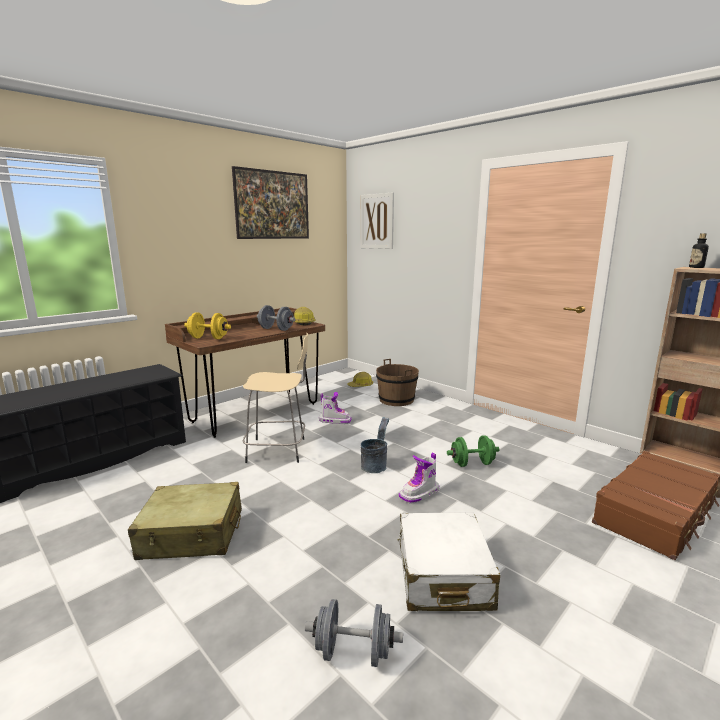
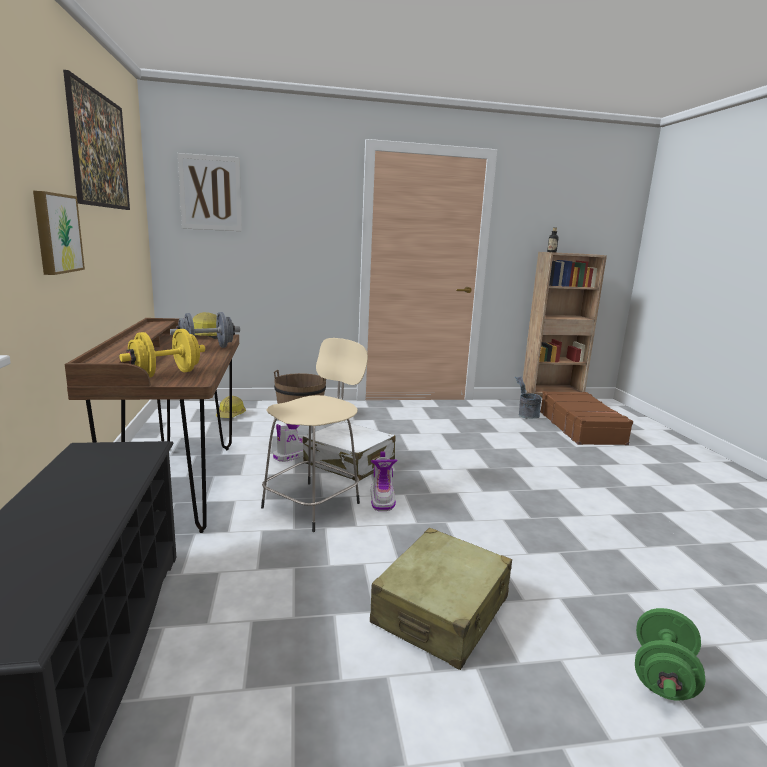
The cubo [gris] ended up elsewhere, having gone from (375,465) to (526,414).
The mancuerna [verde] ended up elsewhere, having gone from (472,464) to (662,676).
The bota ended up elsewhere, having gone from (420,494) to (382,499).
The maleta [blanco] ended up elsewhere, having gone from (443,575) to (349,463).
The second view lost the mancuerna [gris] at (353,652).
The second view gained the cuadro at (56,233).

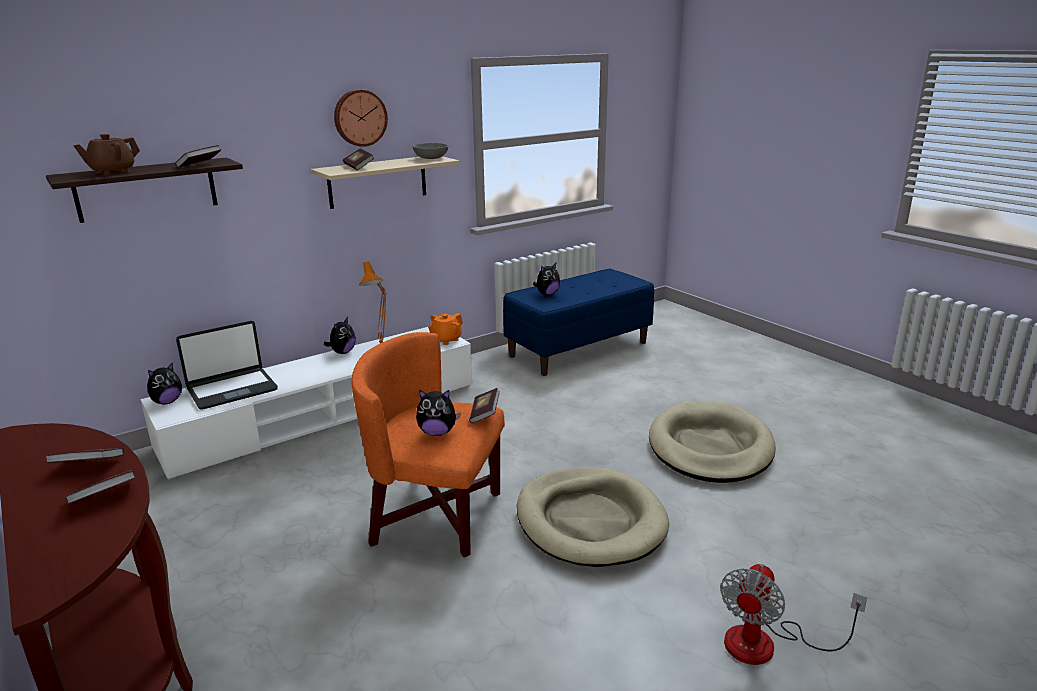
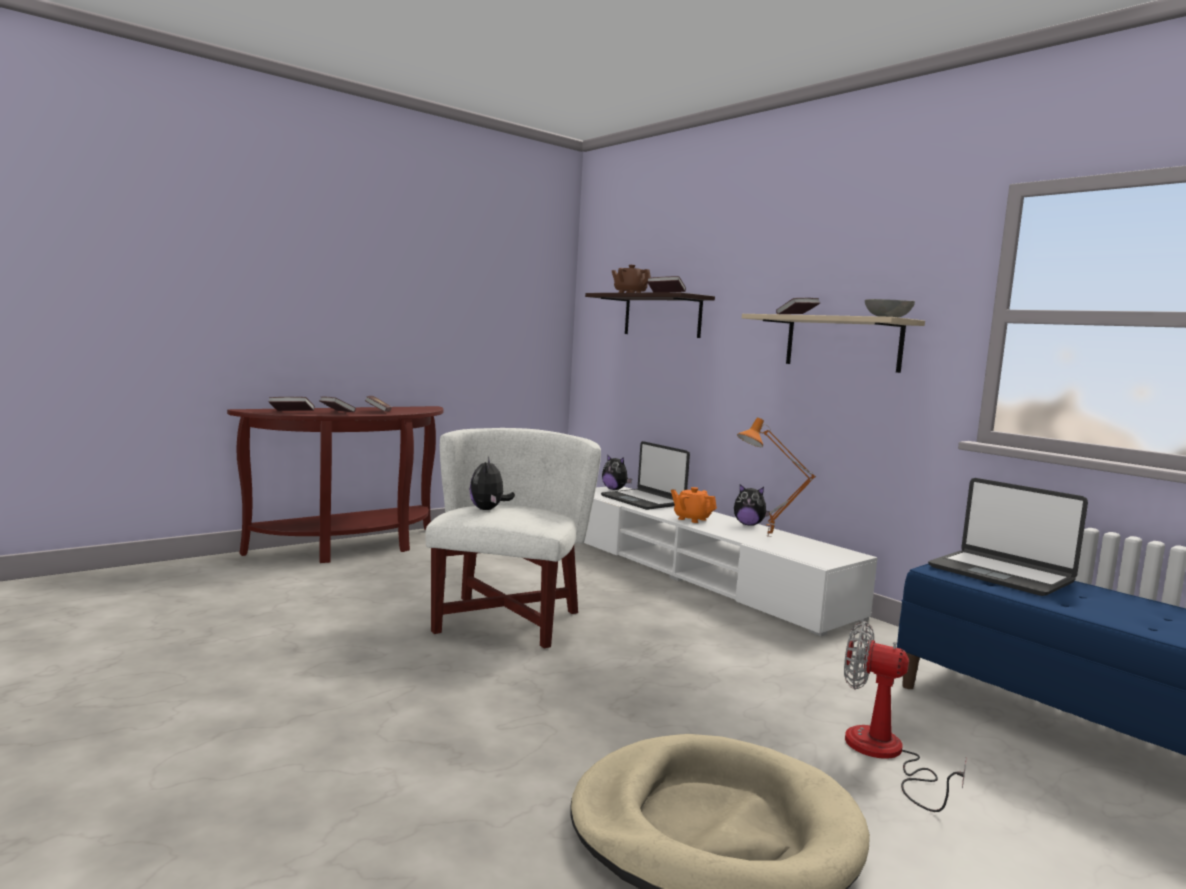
The second view lost the reloj de pared at (359,118).
Where the peluche stood at (547,294), the portátil came to stand at (1001,574).
The tetera [naranja] ended up elsewhere, having gone from (446,340) to (691,519).
What was the sillón [naranja] at (436,516) turned into the sillón [blanco] at (506,621).
The libro ended up elsewhere, having gone from (484,414) to (291,412).
The second view lost the cama para perro [beis] at (590,521).
The ventilador ended up elsewhere, having gone from (767,644) to (884,755).

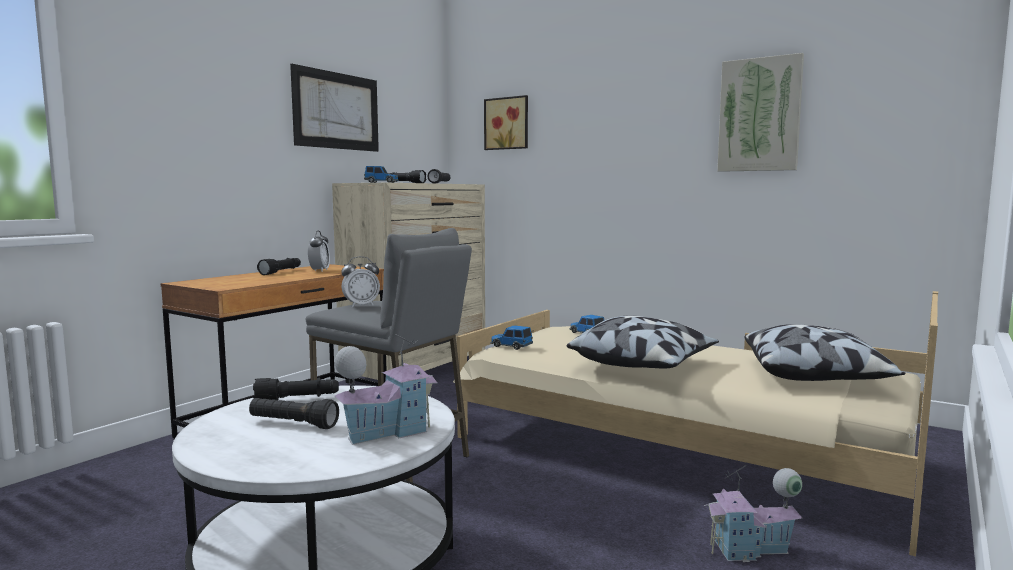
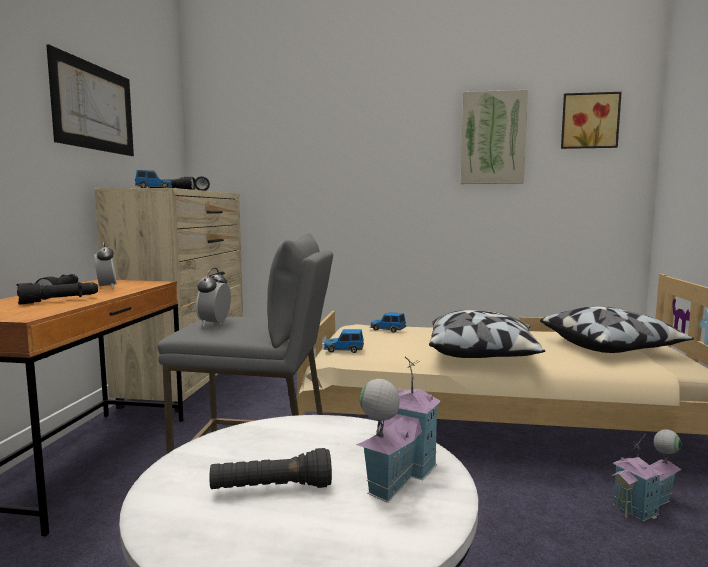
The cuadro ended up elsewhere, having gone from (507,123) to (589,121).
The despertador at (361,305) ended up facing another way, 150 degrees clockwise from before.
The linterna [negro] ended up elsewhere, having gone from (297,399) to (59,300).

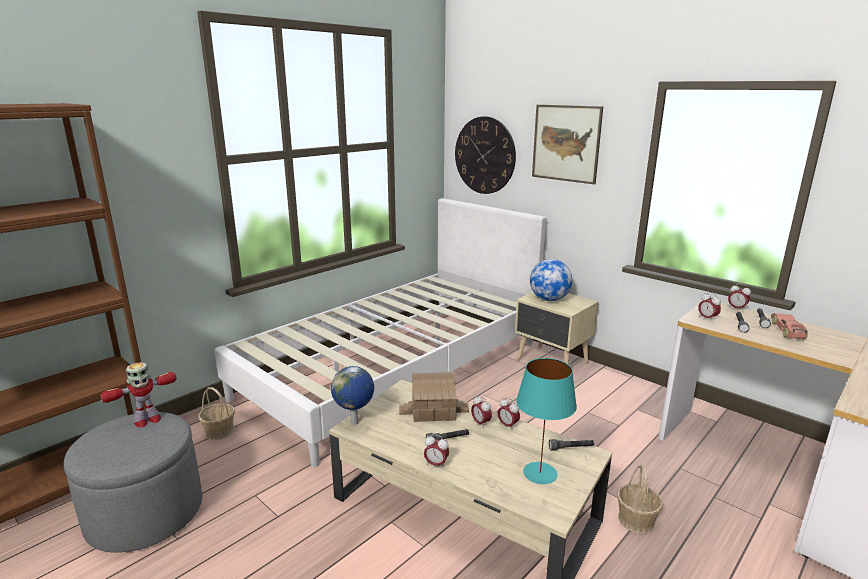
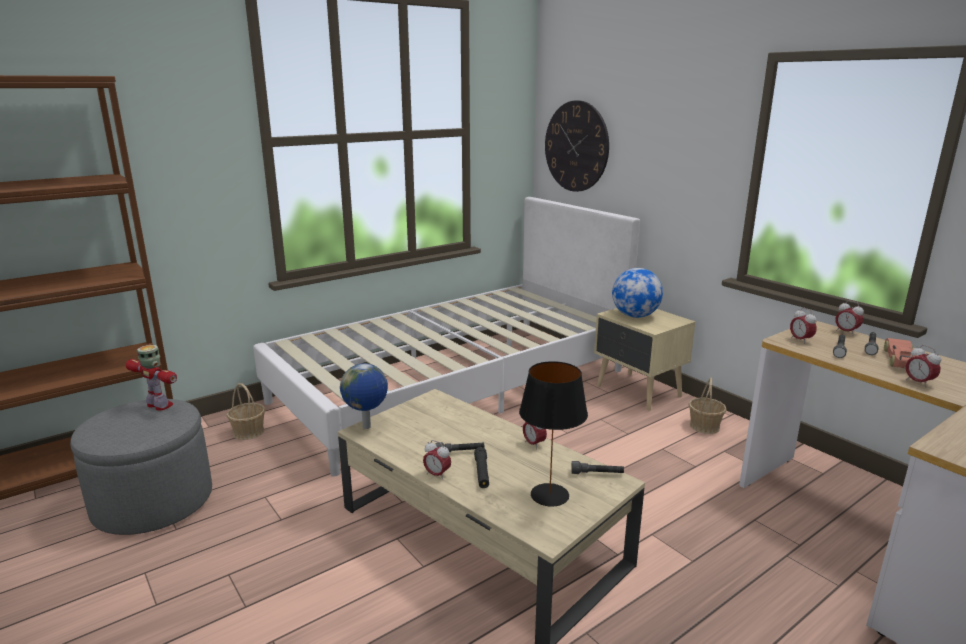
The second view lost the cuadro at (566,143).
What was the lámpara de mesa [turquesa] at (539,473) turned into the lámpara de mesa [negro] at (549,495).
The robot de juguete at (147,420) ended up facing another way, 120 degrees counterclockwise from before.
The second view lost the casita at (433,410).
The despertador ended up elsewhere, having gone from (480,423) to (918,383).
The cesta ended up elsewhere, having gone from (636,520) to (704,426).
The second view gained the linterna [negro] at (482,473).

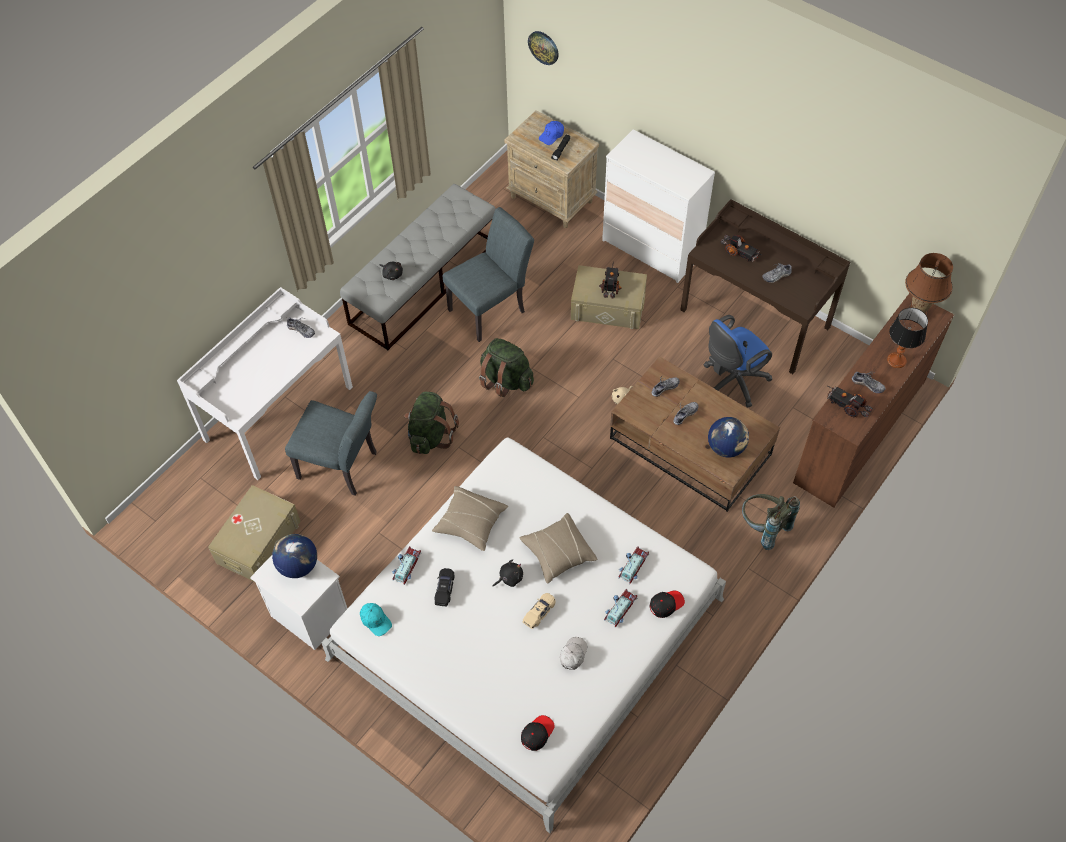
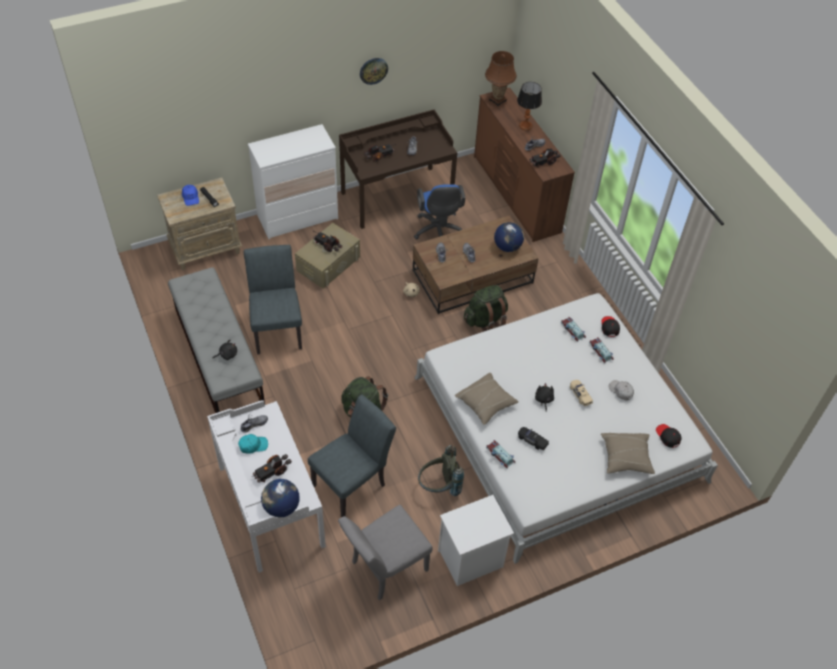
The reloj de pared ended up elsewhere, having gone from (543,47) to (373,70).
The mochila [verde] ended up elsewhere, having gone from (505,380) to (485,320).
Where the caja de almacenaje [beis] stood at (258,542), the silla [gris] came to stand at (384,569).
The mochila [gris] ended up elsewhere, having gone from (763,528) to (439,486).
The cojín [beis] ended up elsewhere, having gone from (558,553) to (626,458).
The globo terráqueo ended up elsewhere, having gone from (298,565) to (281,507).
The gorra [turquesa] ended up elsewhere, having gone from (375,620) to (253,445).
The second view gained the camión de juguete at (272,471).

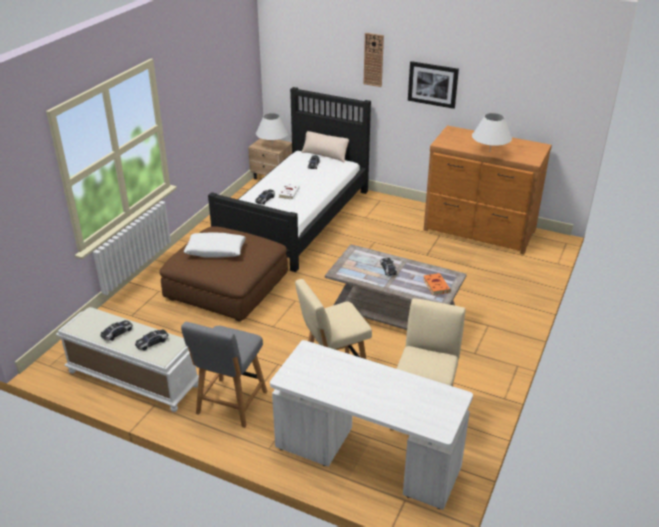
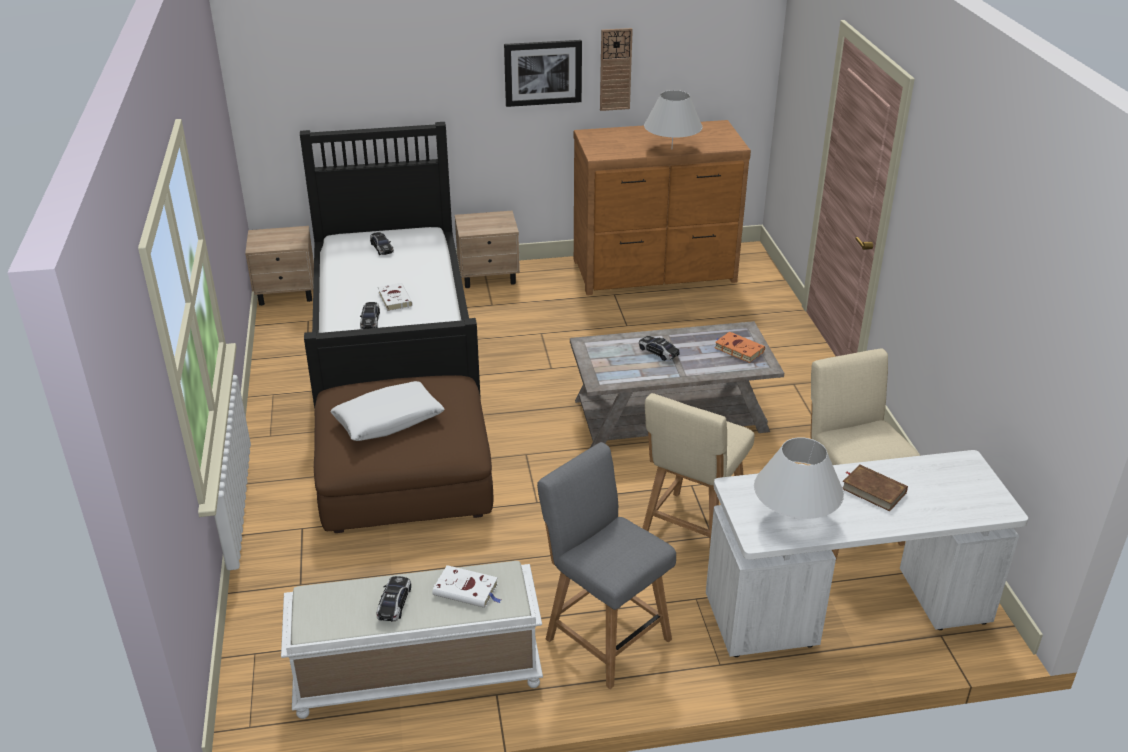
The reloj de pared ended up elsewhere, having gone from (373,60) to (615,69).
The lámpara de mesa [blanco] ended up elsewhere, having gone from (272,145) to (794,517).
The second view lost the cojín [beis] at (325,155).
The silla [gris] at (230,405) ended up facing another way, 150 degrees clockwise from before.
Where the coche de juguete stood at (152,342), the libro [blanco] came to stand at (467,590).
The second view gained the mesita de noche [beis] at (489,276).
The second view gained the libro [marrón] at (873,490).

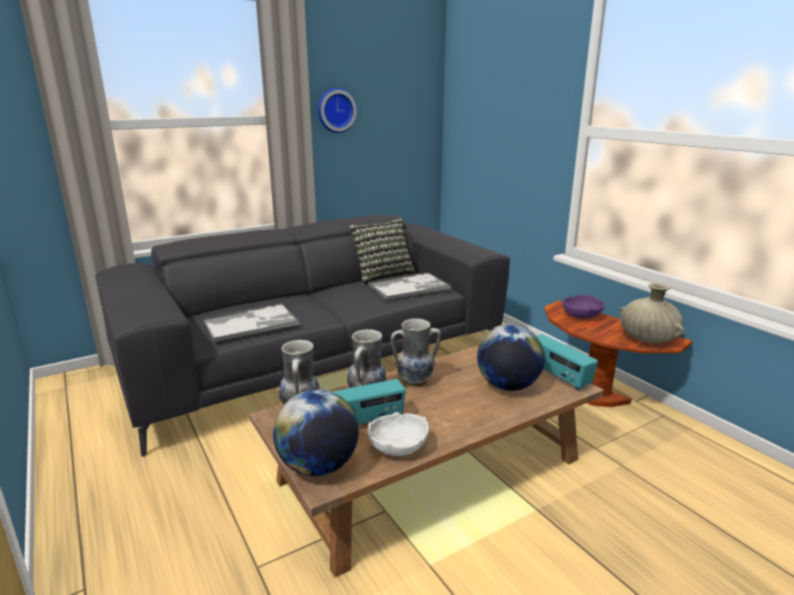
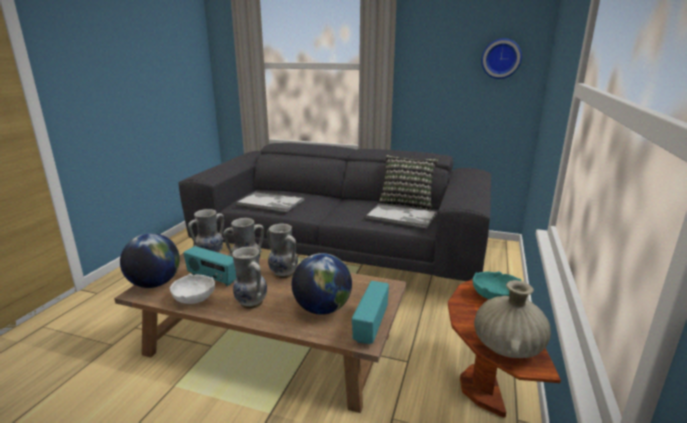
The reloj de pared ended up elsewhere, having gone from (335,110) to (501,58).
What was the cuenco [morado] at (580,315) turned into the cuenco [turquesa] at (494,296).
The second view gained the florero at (250,303).

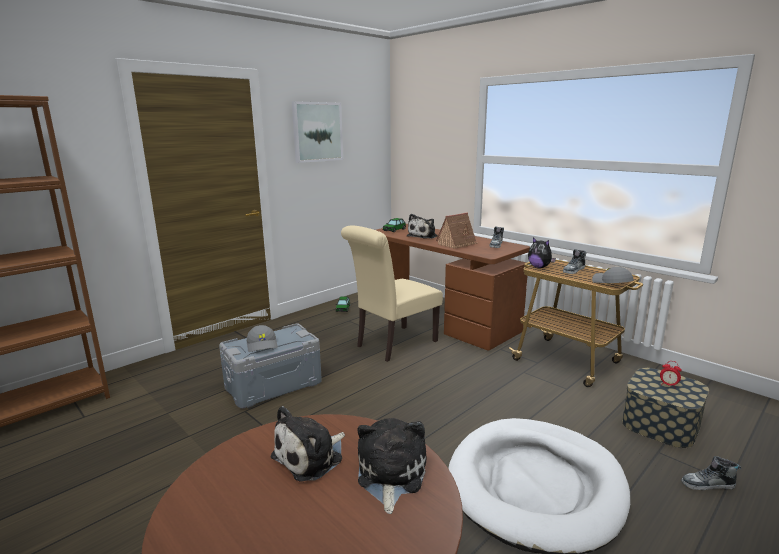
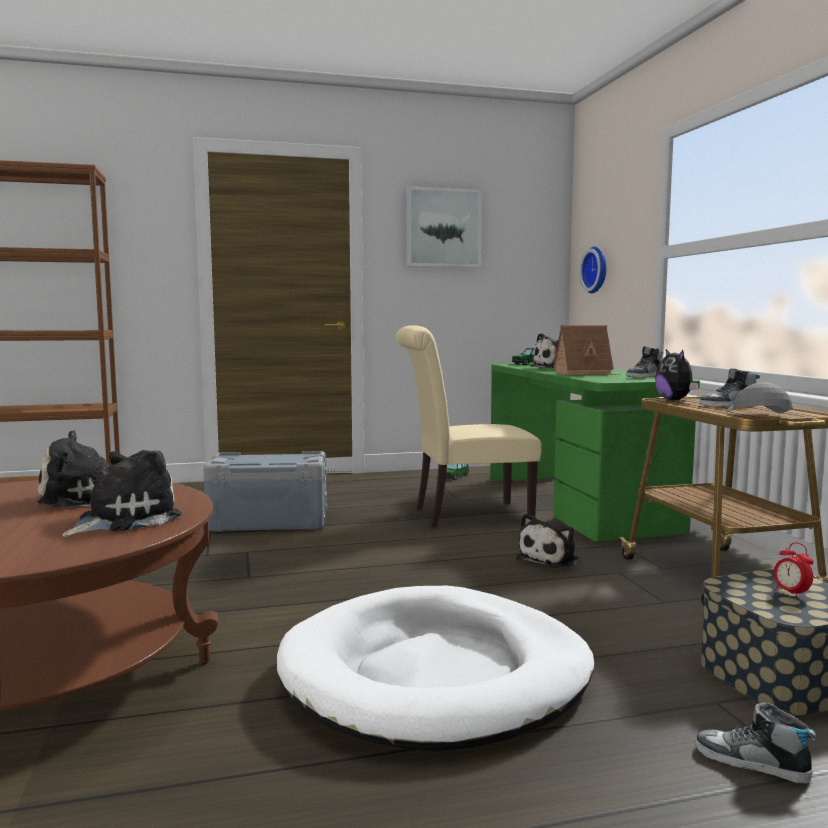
What was the escritorio [marrón] at (441,319) turned into the escritorio [verde] at (576,503).
The second view lost the gorra [gris] at (262,345).
The second view gained the reloj de pared at (597,270).
The second view gained the peluche at (550,559).

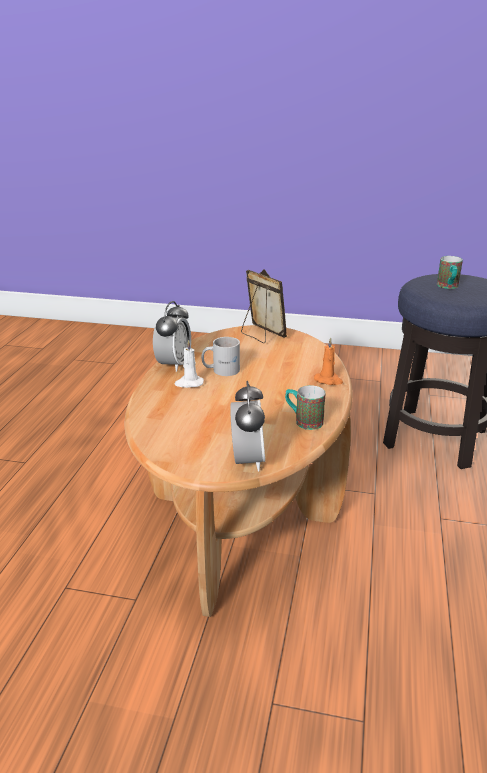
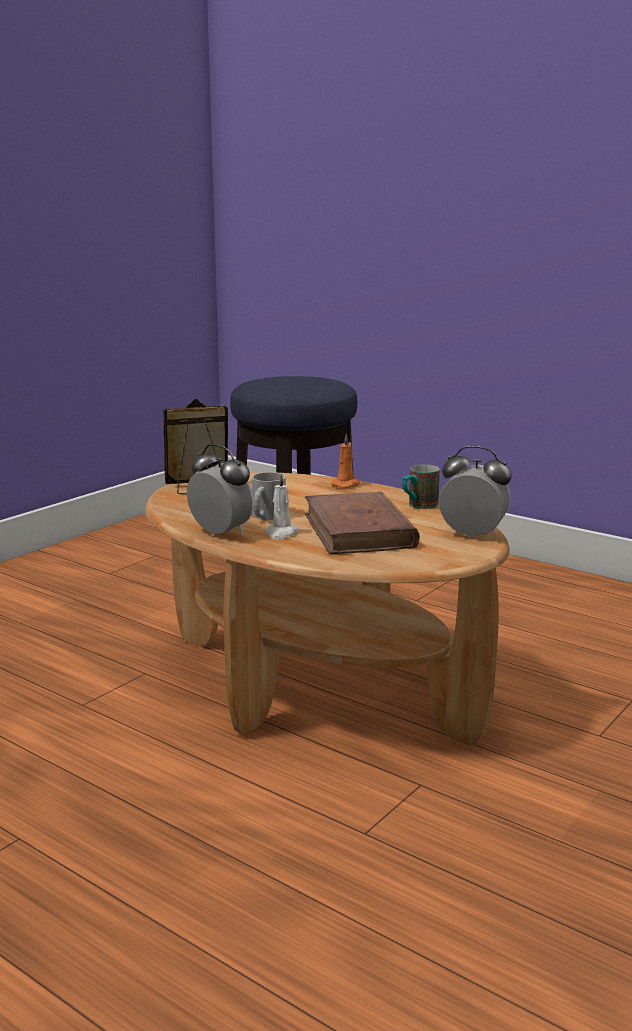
The second view lost the taza grande at (448,287).
The second view gained the libro [marrón] at (359,530).

